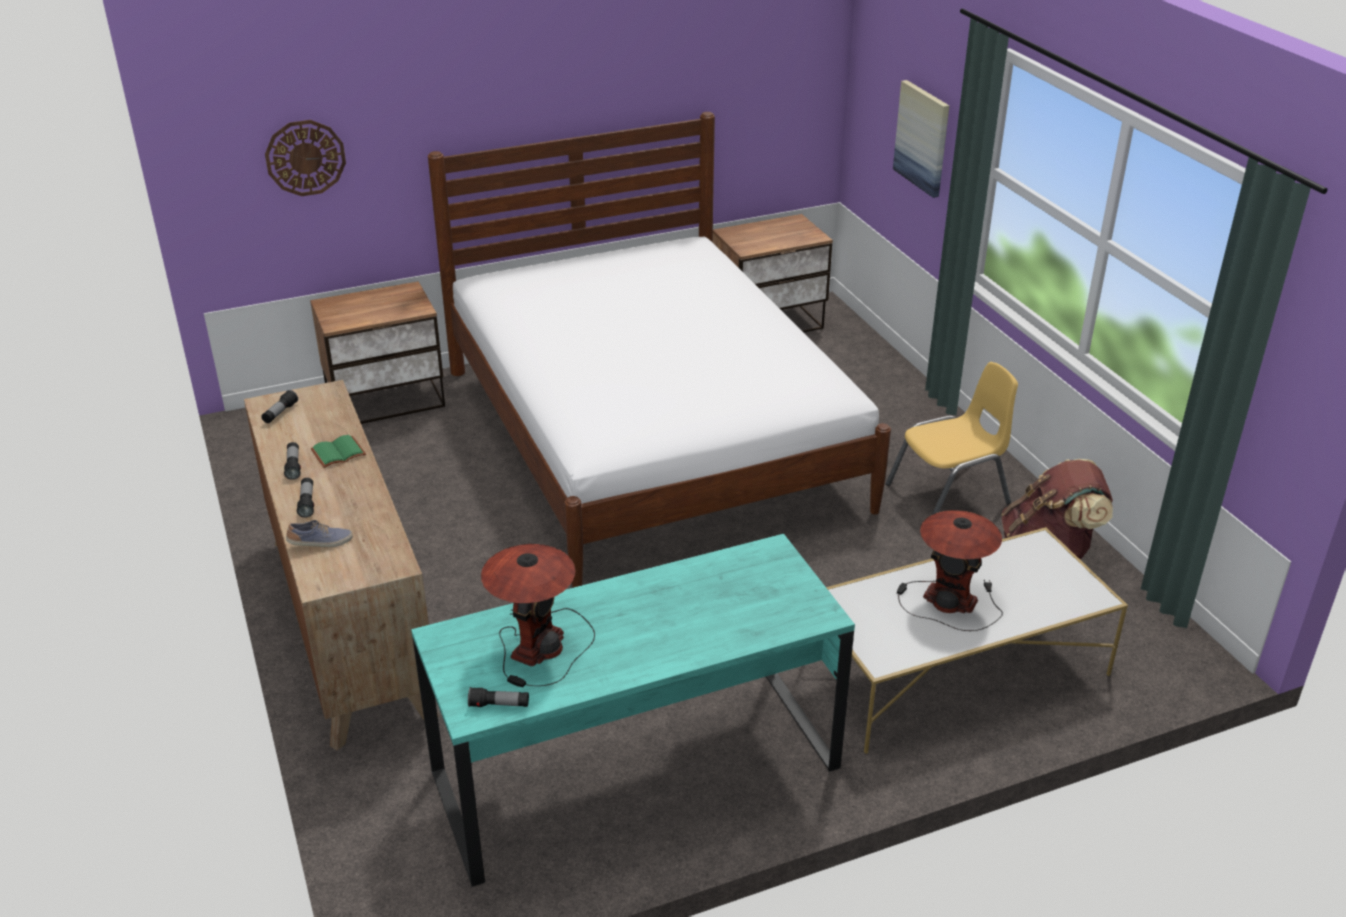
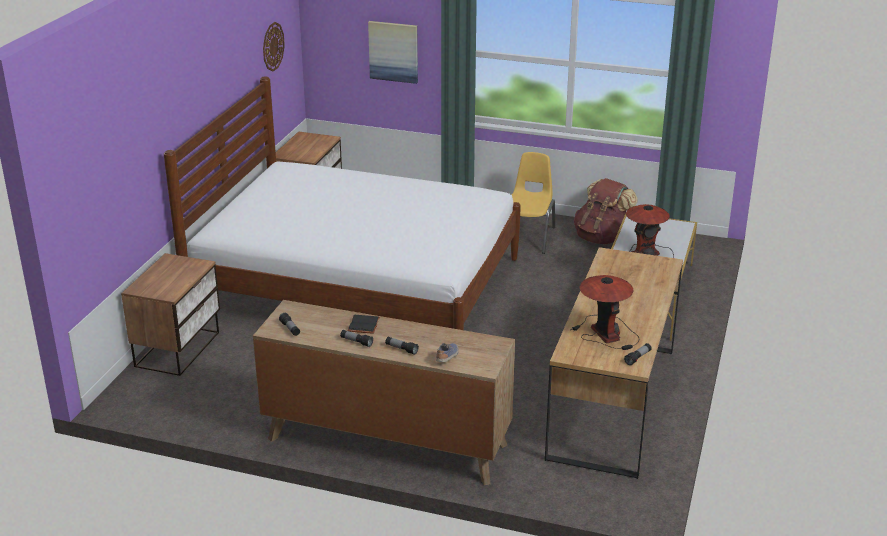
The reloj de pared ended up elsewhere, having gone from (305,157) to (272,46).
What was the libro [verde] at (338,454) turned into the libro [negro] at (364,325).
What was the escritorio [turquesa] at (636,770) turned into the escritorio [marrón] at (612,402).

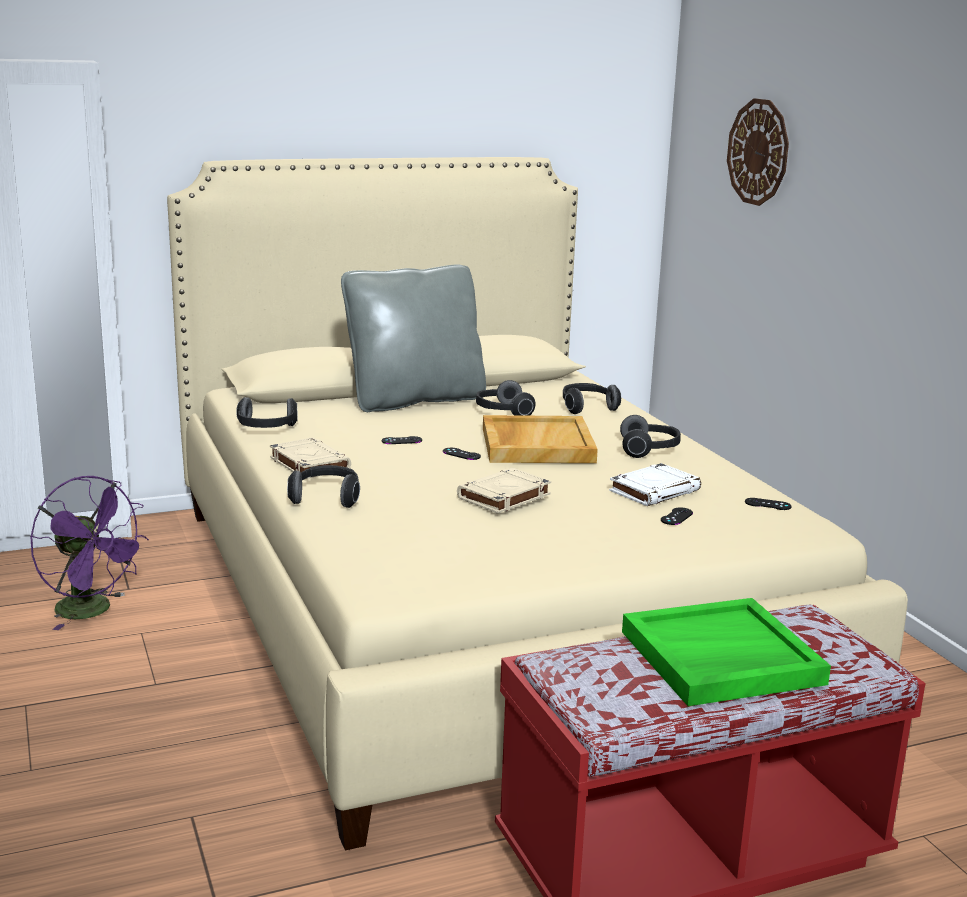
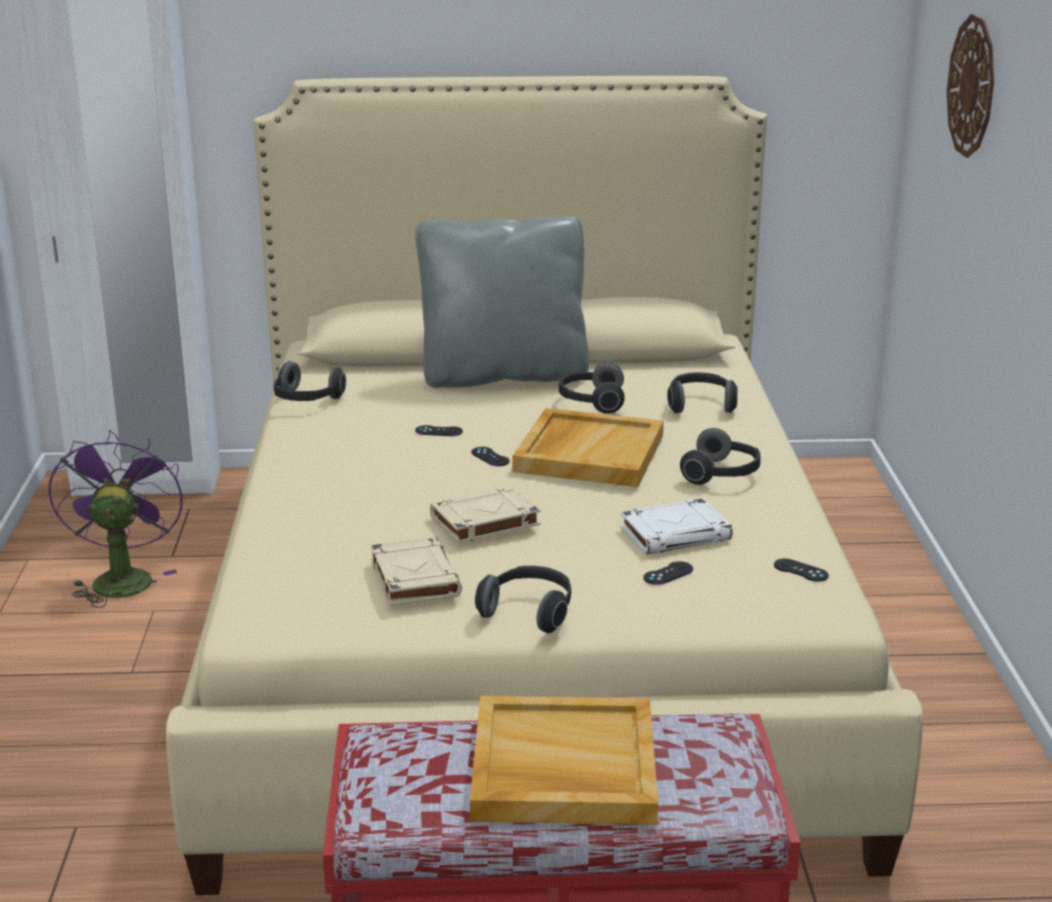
The libro [beis] ended up elsewhere, having gone from (308,464) to (414,578).
The auriculares ended up elsewhere, having gone from (326,498) to (529,612).
The ventilador [morado] at (93,611) ended up facing another way, 150 degrees counterclockwise from before.
What was the bandeja [verde] at (720,658) turned into the bandeja [beis] at (562,768).

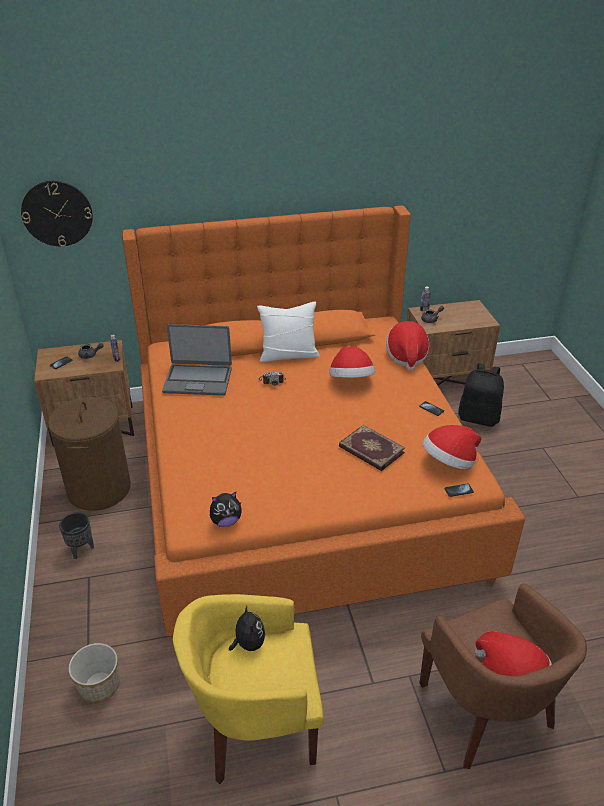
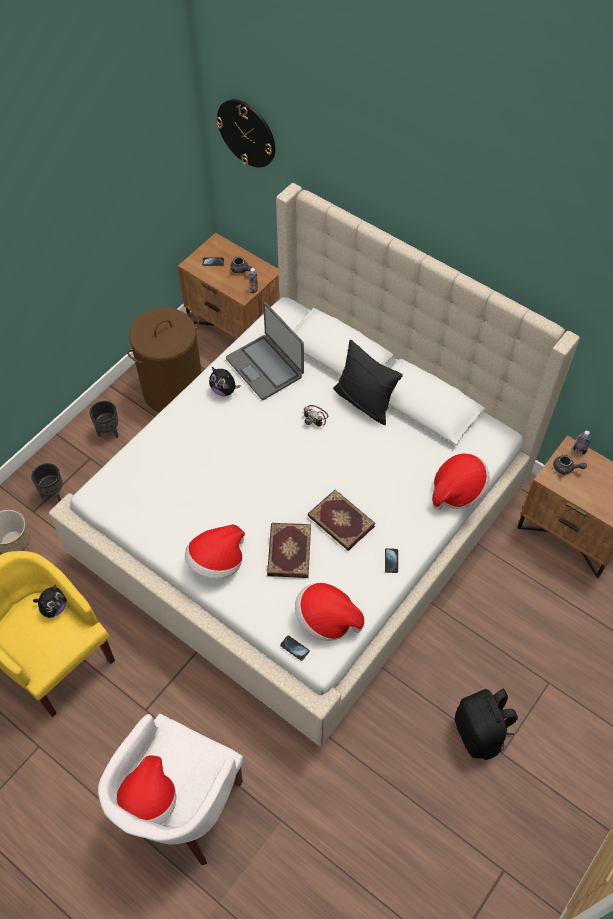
What was the cama [naranja] at (303,483) turned into the cama [beis] at (307,518).
What was the cojín [blanco] at (288,355) turned into the cojín [negro] at (364,401).
The sombrero ended up elsewhere, having gone from (351,380) to (217,561).
The mochila [negro] ended up elsewhere, having gone from (478,418) to (480,733).
The peluche ended up elsewhere, having gone from (226,521) to (224,390).
What was the sillón [marrón] at (486,712) turned into the sillón [blanco] at (180,806).
The second view gained the maceta [negro] at (53,494).
The second view gained the libro at (340,522).

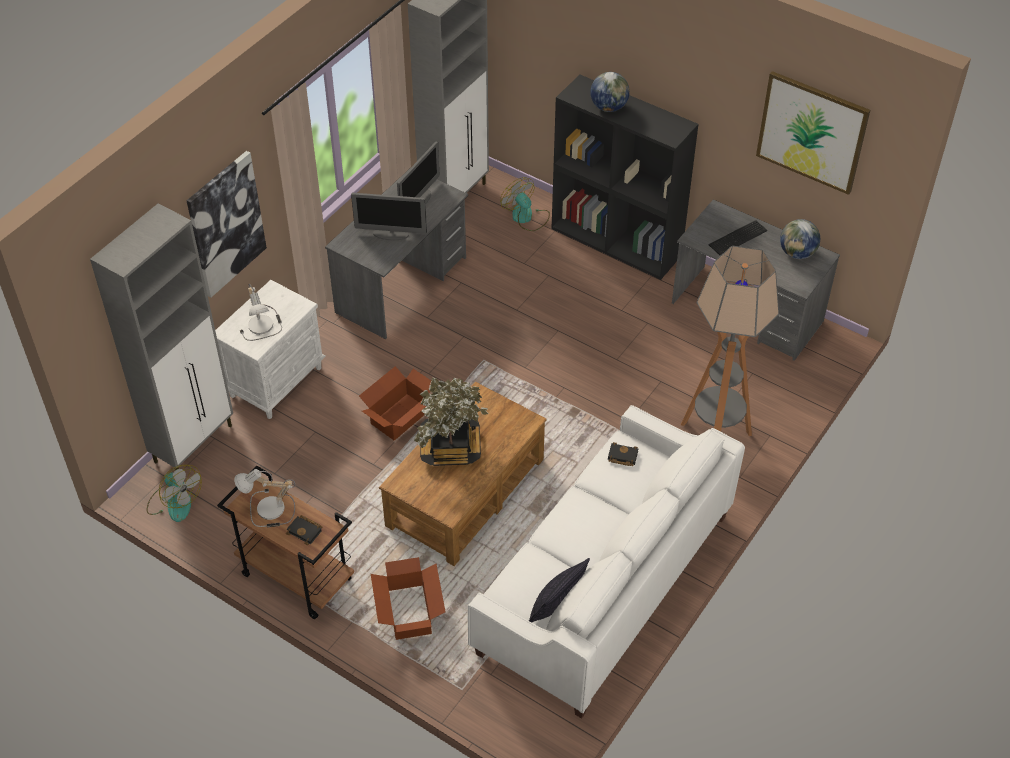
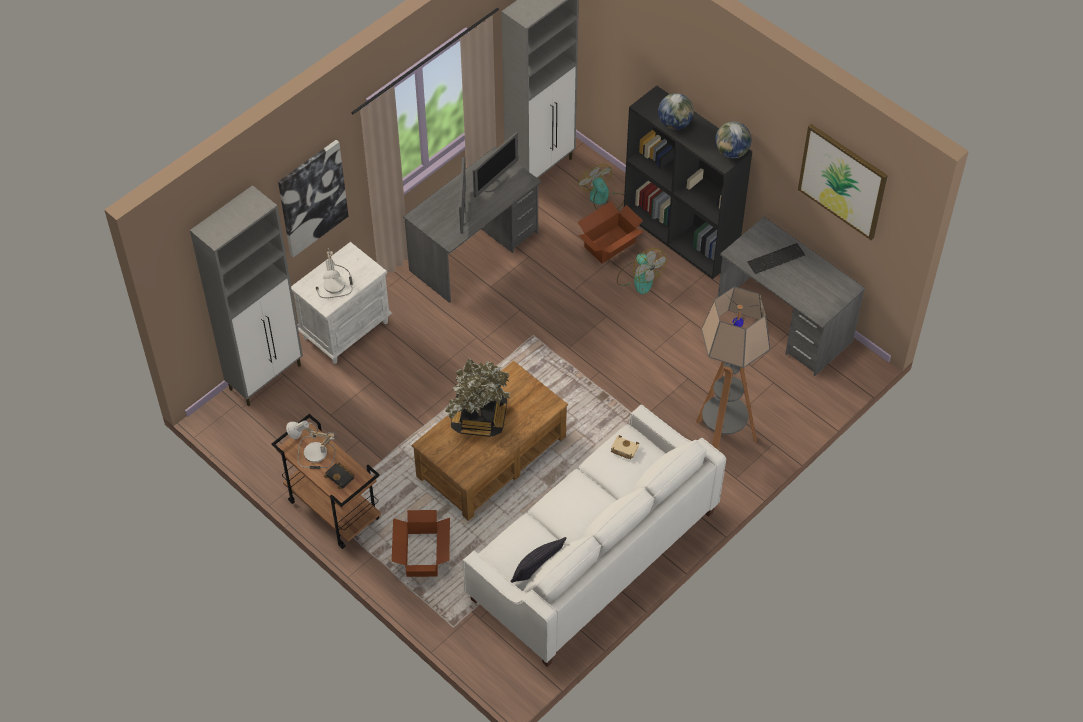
The monitor at (391,234) ended up facing another way, 75 degrees clockwise from before.
The globo terráqueo ended up elsewhere, having gone from (797,253) to (731,152).
The caja de cartón ended up elsewhere, having gone from (399,417) to (609,244).
What was the libro [negro] at (621,456) turned into the libro [beis] at (623,449).
The ventilador ended up elsewhere, having gone from (174,502) to (639,278).

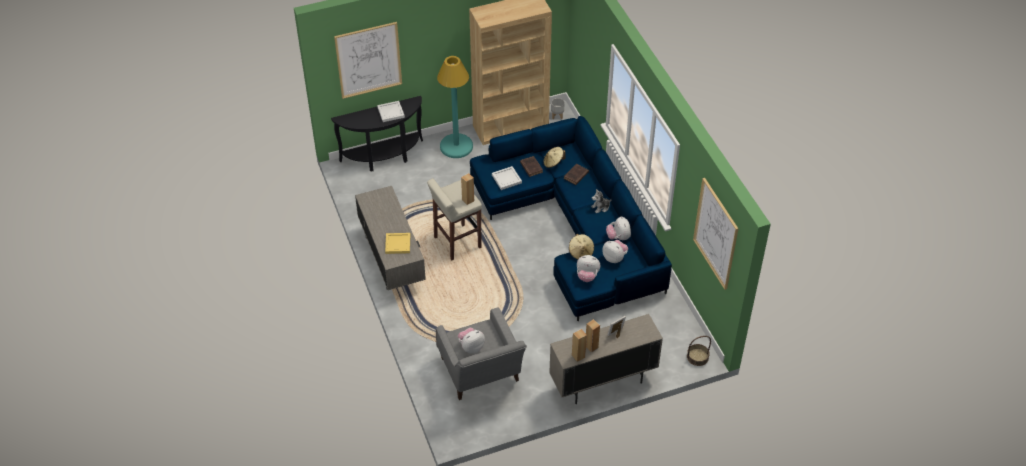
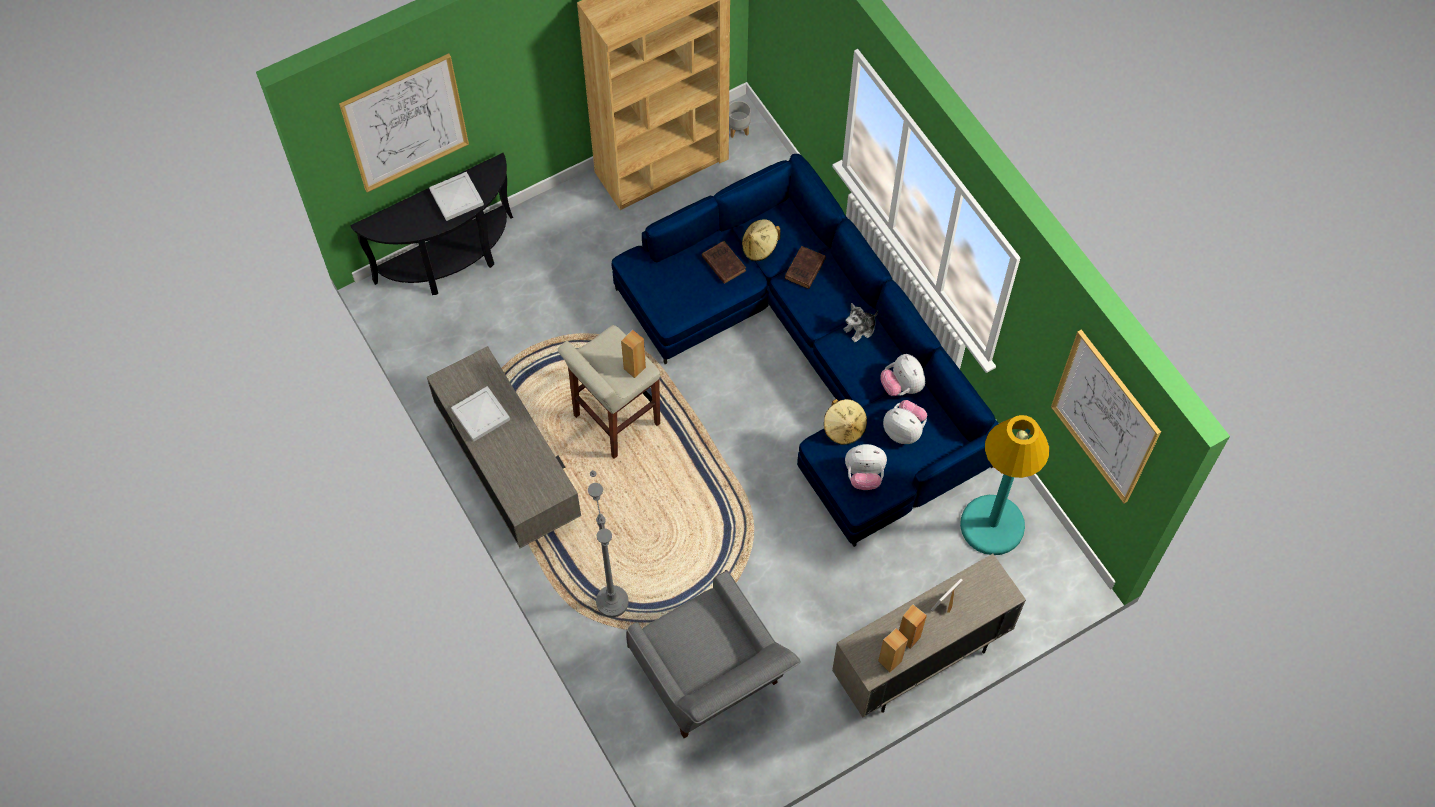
The lámpara de pie [turquesa] ended up elsewhere, having gone from (456,146) to (992,525).
The bandeja [blanco] ended up elsewhere, having gone from (506,179) to (480,414).
The second view lost the bandeja [amarillo] at (397,244).
The second view lost the peluche at (471,347).
The second view lost the cesta at (697,357).
The second view gained the lámpara de pie [gris] at (612,602).

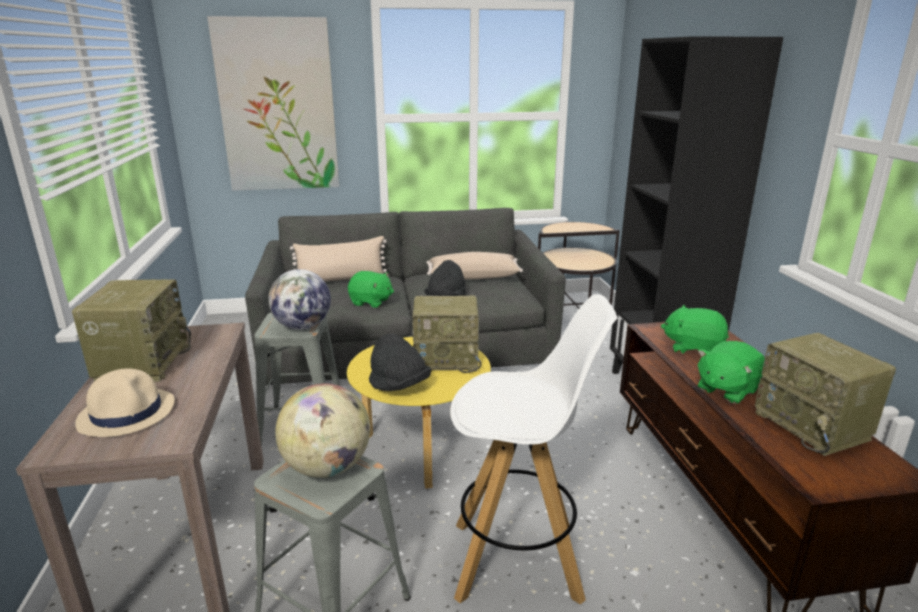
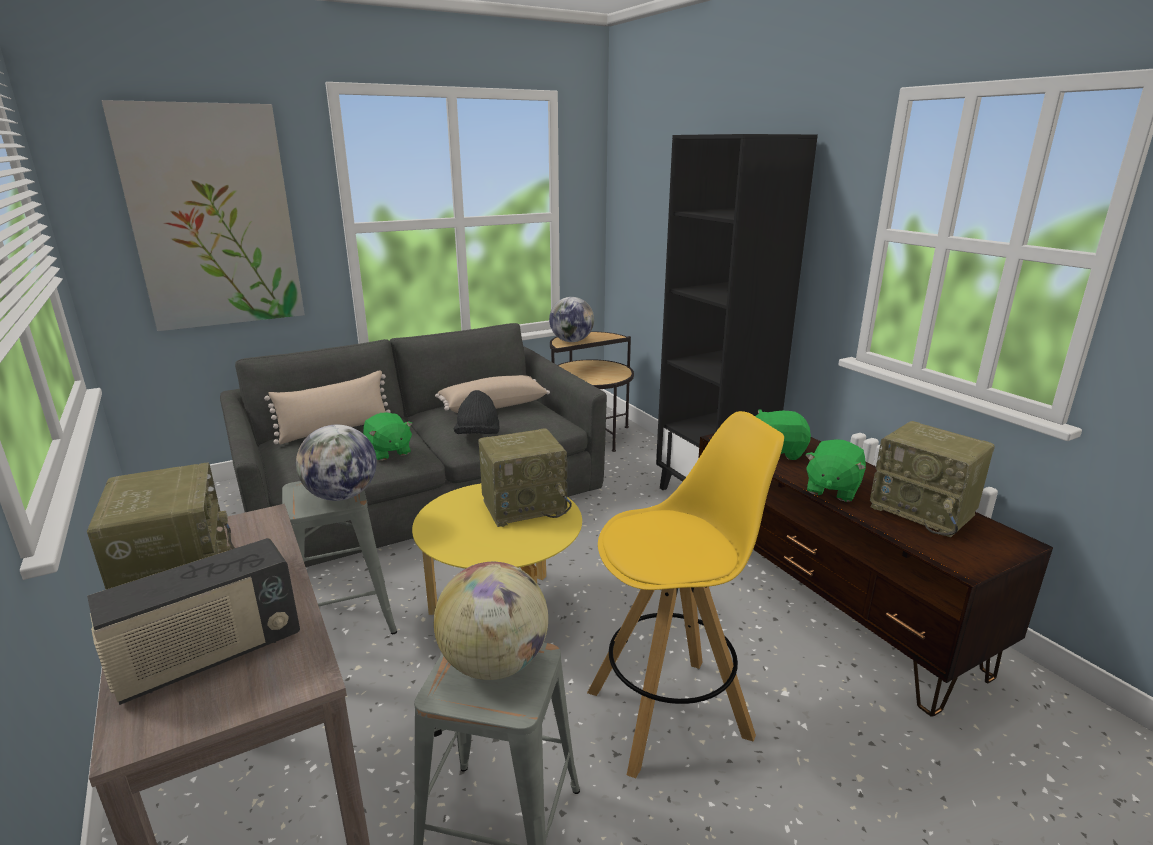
The peluche [verde] at (371,302) ended up facing another way, 60 degrees clockwise from before.
What was the taburete [blanco] at (518,560) turned into the taburete [amarillo] at (670,713).
The second view lost the sombrero [negro] at (399,386).
Where the sombrero [beis] stood at (128,413), the radio came to stand at (210,656).
The second view gained the globo terráqueo at (571,341).

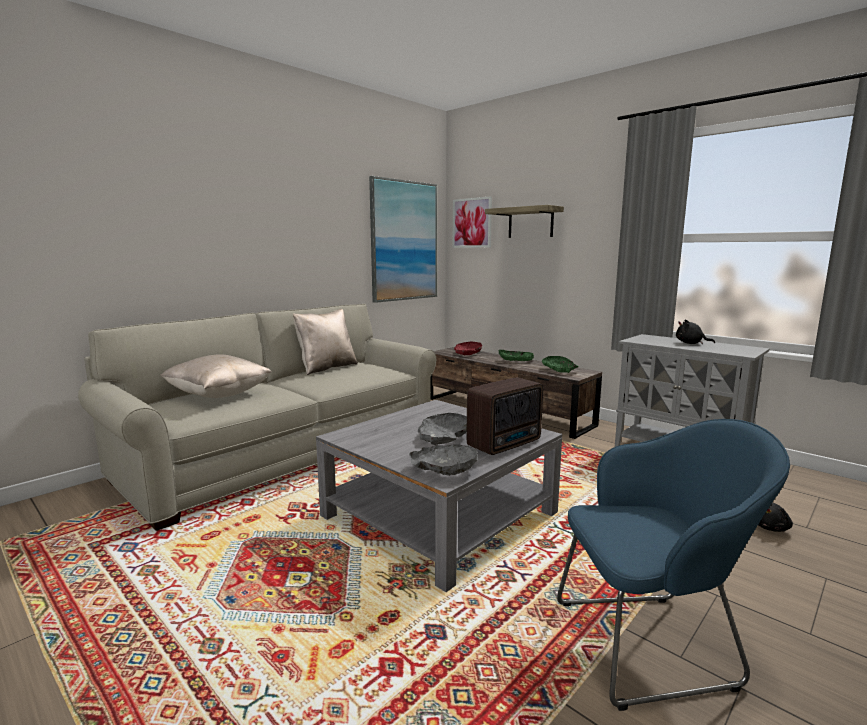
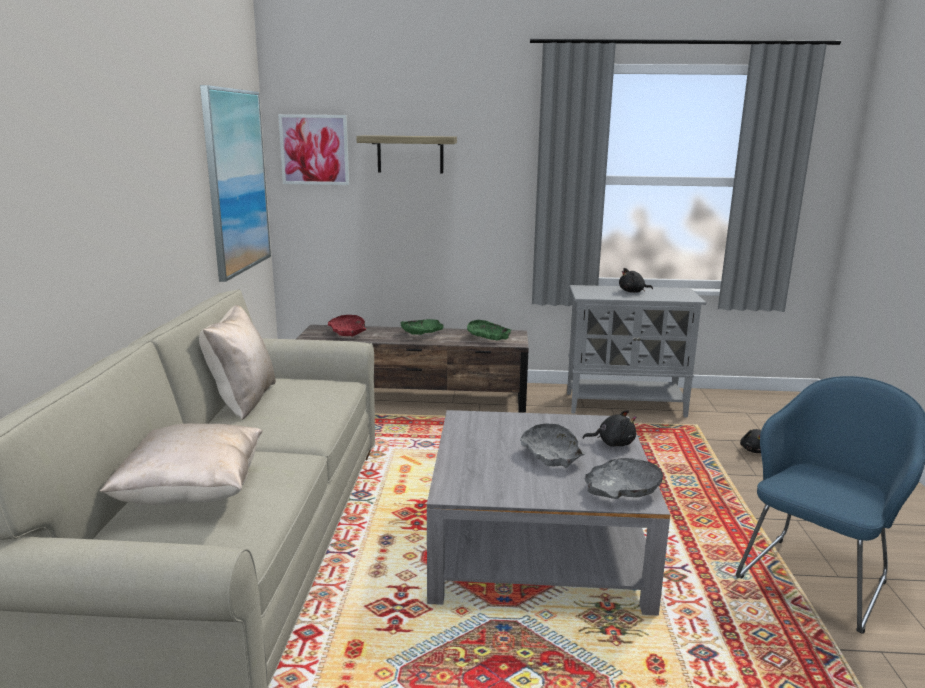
Where the radio stood at (506,444), the peluche [negro] came to stand at (613,443).

